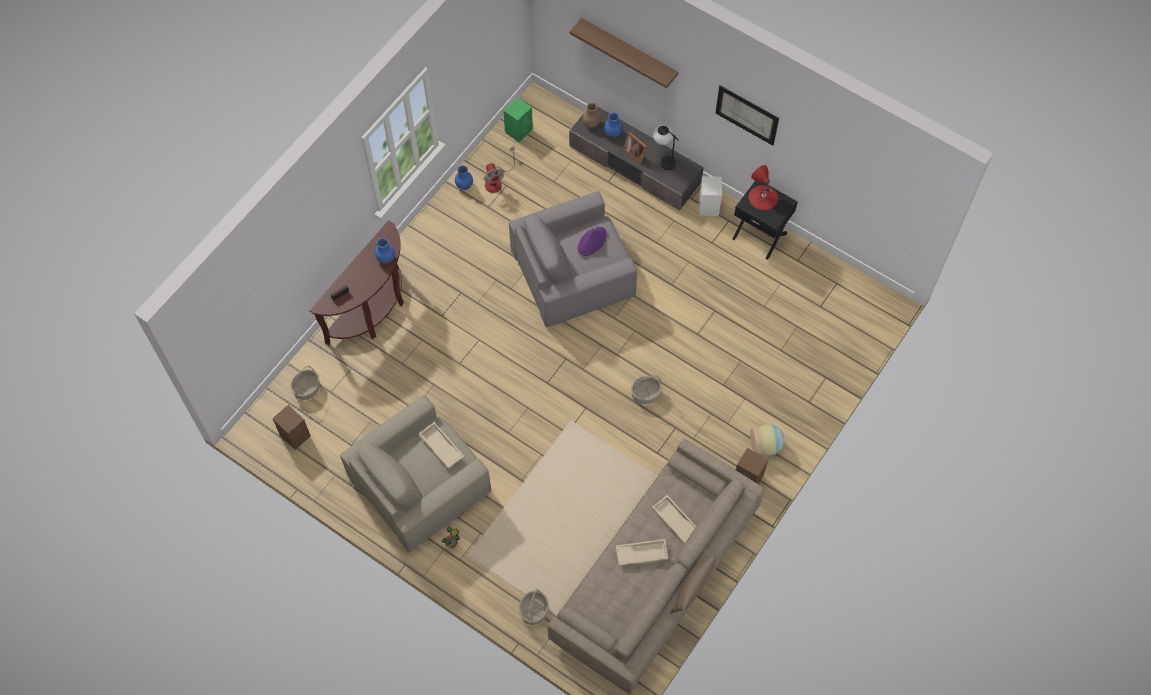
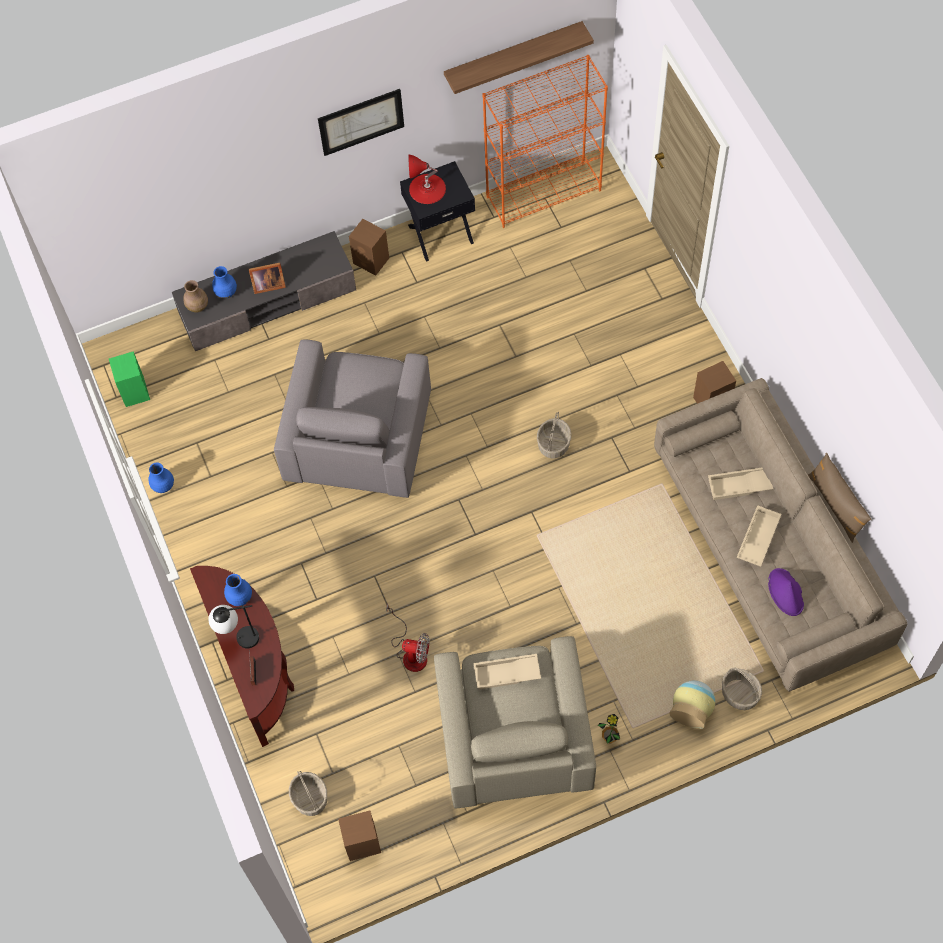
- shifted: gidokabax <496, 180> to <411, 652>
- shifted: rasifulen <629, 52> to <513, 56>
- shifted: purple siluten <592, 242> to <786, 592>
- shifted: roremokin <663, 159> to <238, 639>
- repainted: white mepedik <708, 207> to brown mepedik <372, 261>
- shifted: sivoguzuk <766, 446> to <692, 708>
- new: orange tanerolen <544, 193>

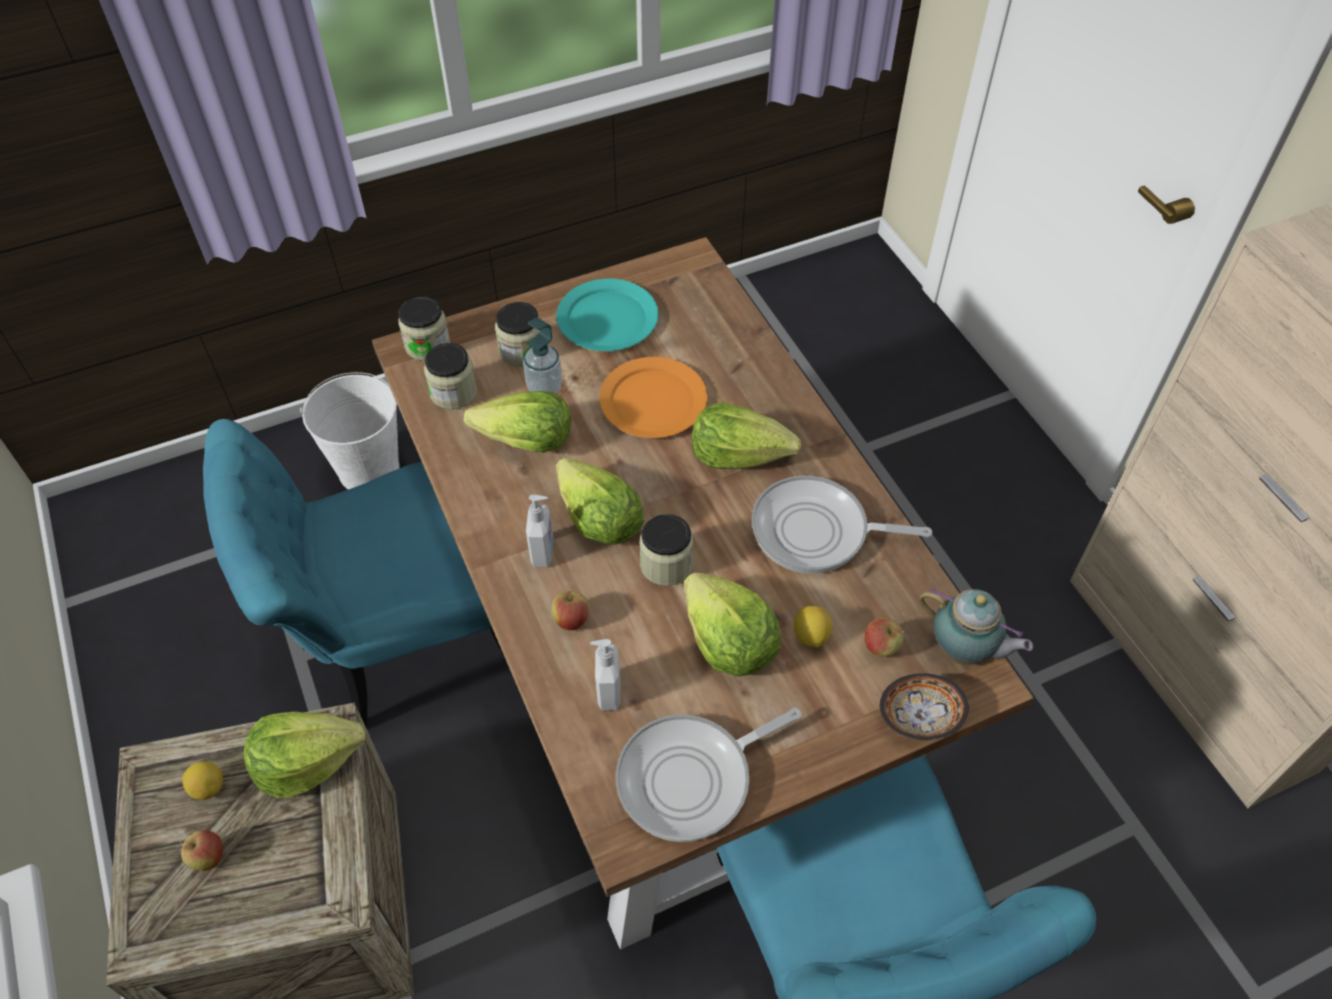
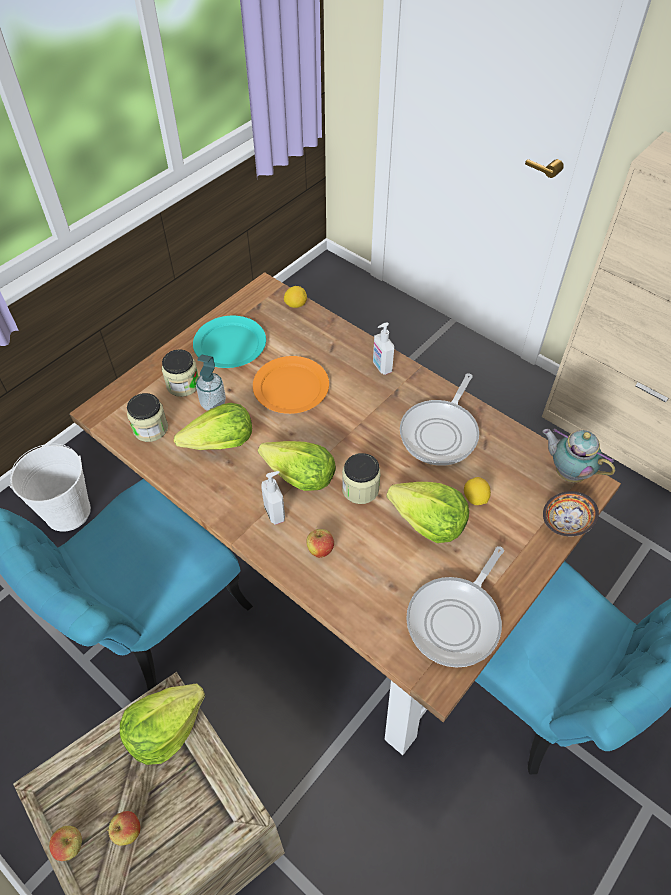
- shifted: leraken <208, 787> to <295, 305>
- gone: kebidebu <427, 345>
- shifted: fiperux <607, 692> to <381, 367>
- gone: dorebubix <739, 454>
- rotated: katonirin <817, 532> = <441, 432> 45 degrees counterclockwise
- shifted: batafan <880, 648> to <71, 846>
- rotated: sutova <964, 652> = <568, 472> 150 degrees counterclockwise

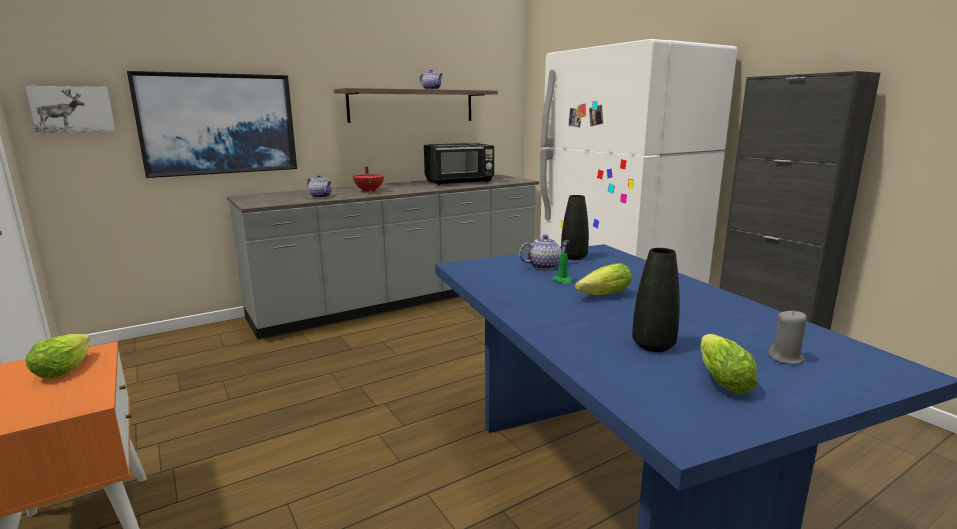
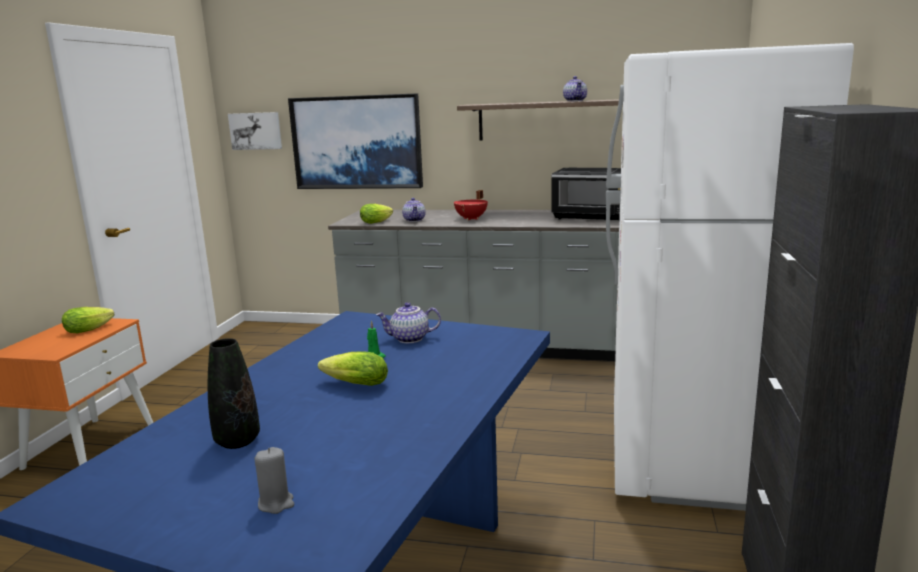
- rotated: sutova <544, 266> = <409, 339> 150 degrees clockwise
- gone: black sivoguzuk <574, 257>
- shifted: dorebubix <720, 378> to <378, 221>

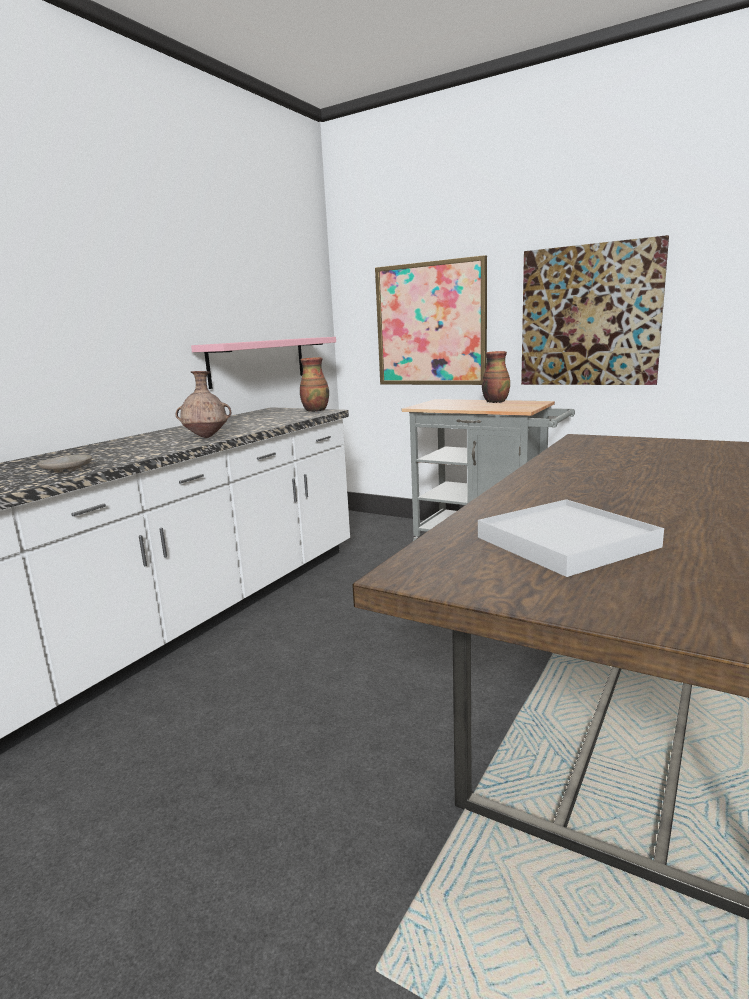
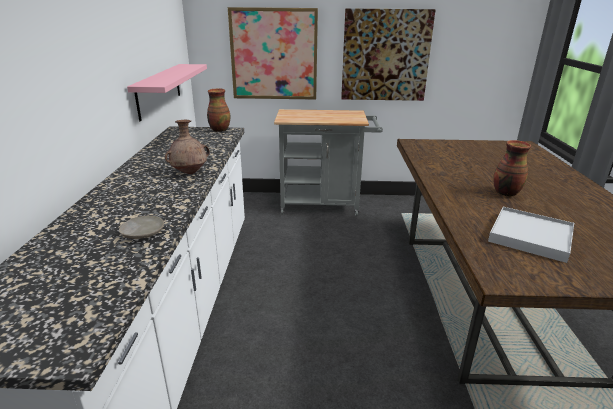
- shifted: sivoguzuk <495, 402> to <505, 193>

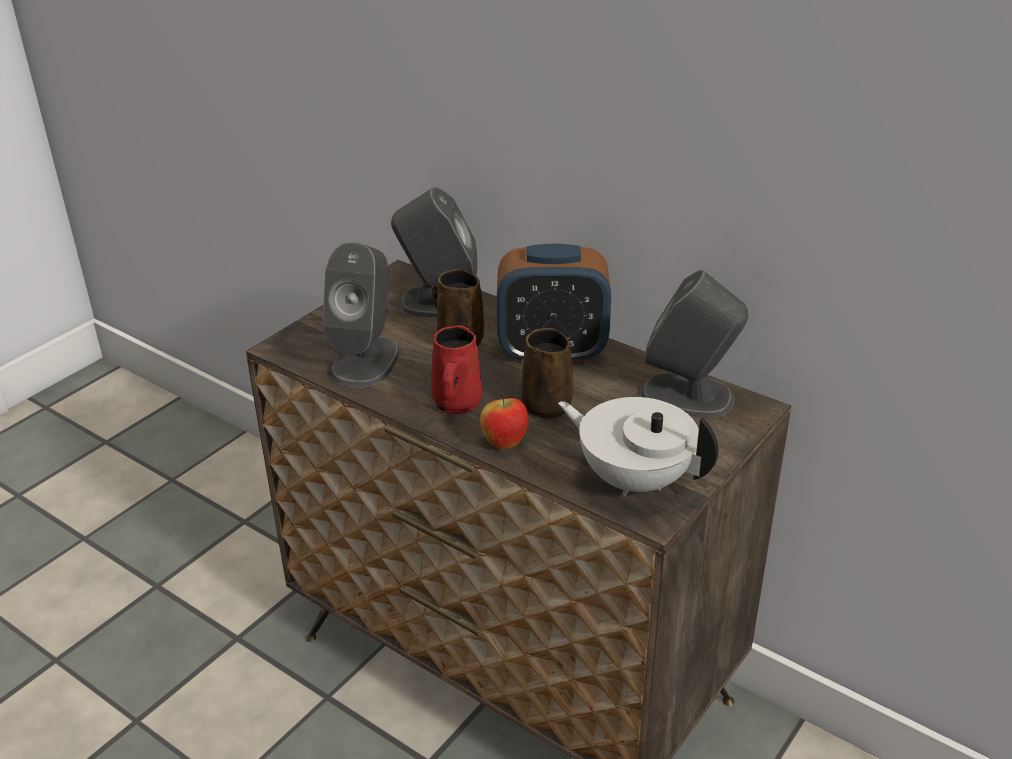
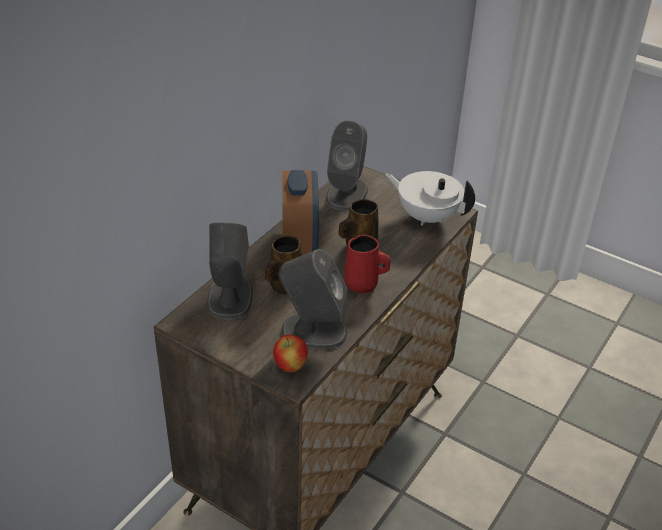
- shifted: batafan <505, 443> to <290, 366>
- rotated: white sutova <634, 479> = <427, 216> 90 degrees clockwise

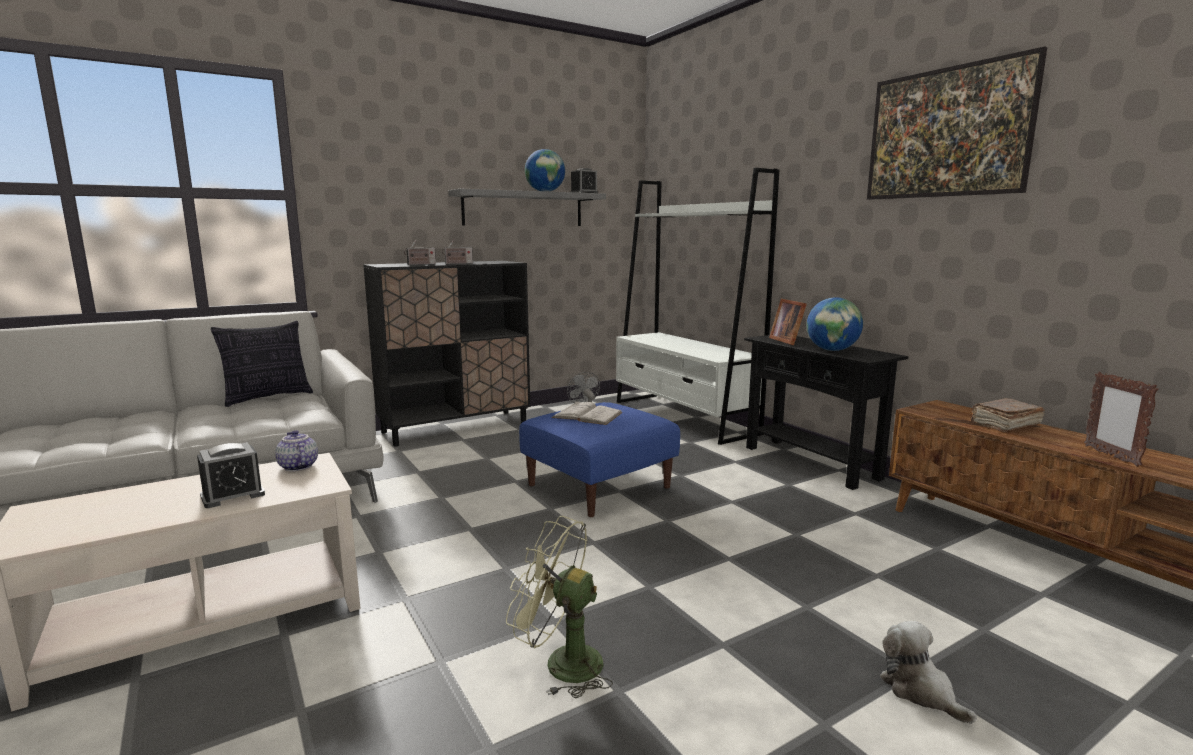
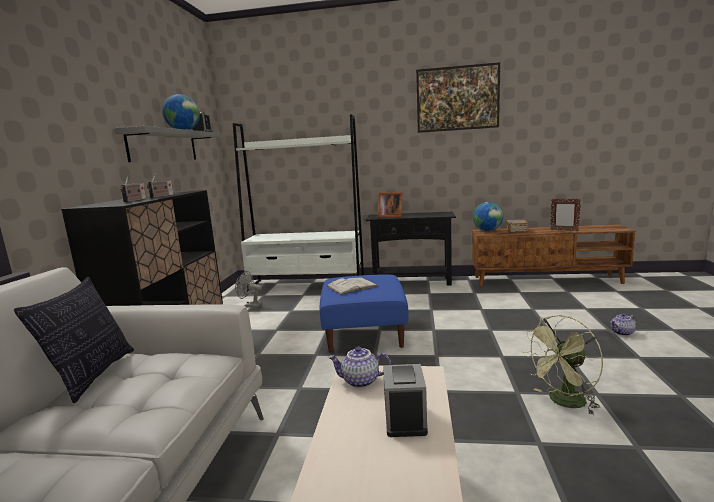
- shifted: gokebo <832, 350> to <487, 230>
- swapped: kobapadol <920, 691> to sutova <622, 333>

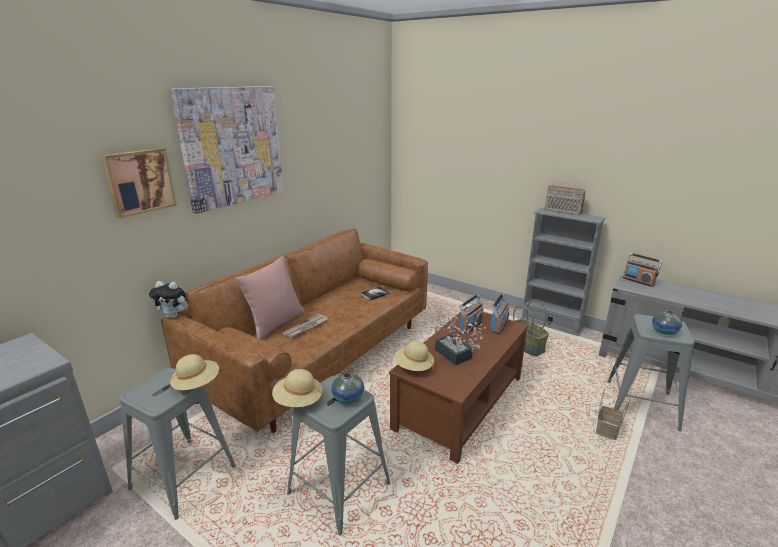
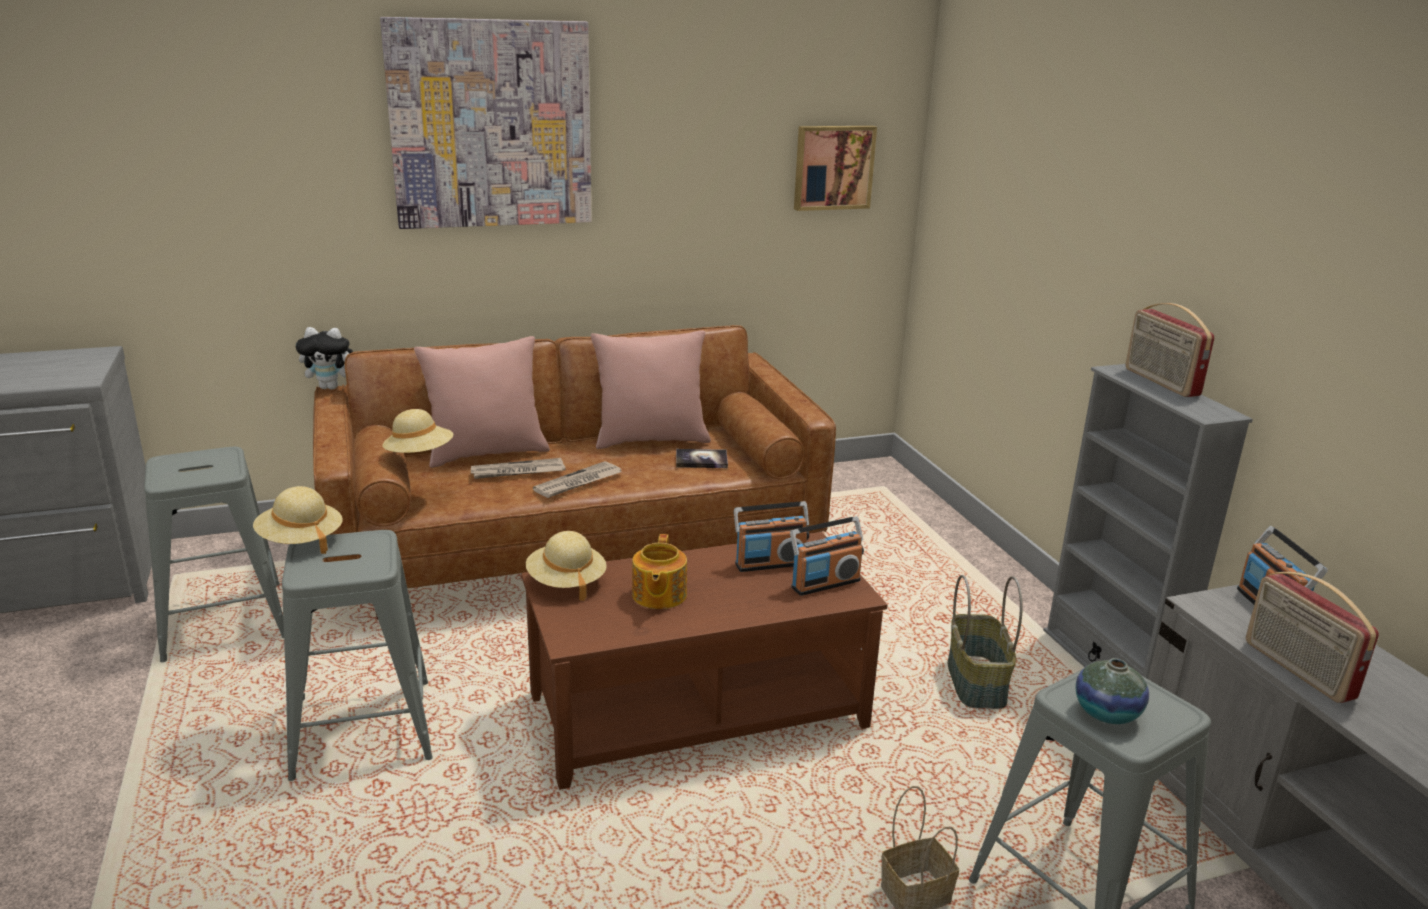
- shifted: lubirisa <139, 181> to <833, 167>
- rotated: kobapadol <174, 316> = <331, 387> 45 degrees counterclockwise
- shifted: beige siluten <197, 384> to <419, 455>
- gone: sivoguzuk <348, 398>
- swapped: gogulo <455, 356> to sutova <658, 595>
- new: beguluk <578, 483>
- new: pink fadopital <651, 439>
- new: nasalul <1296, 670>

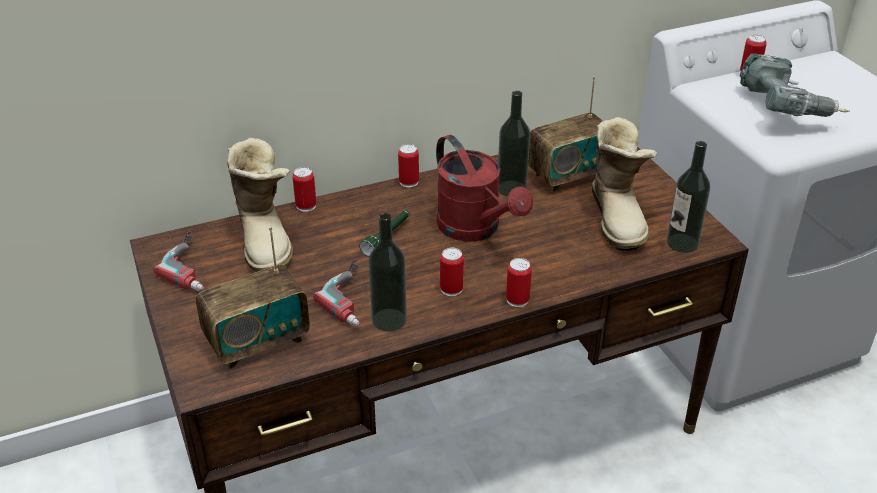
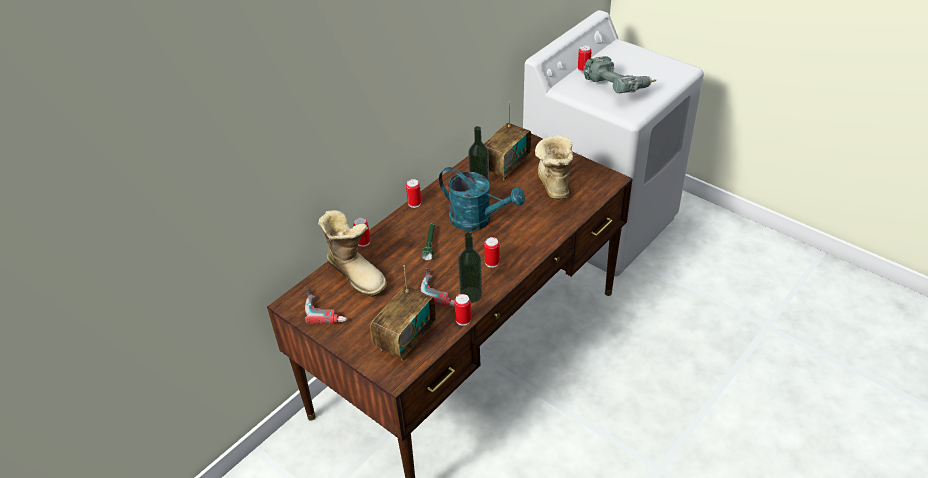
- repainted: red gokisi <476, 229> to turquoise gokisi <478, 220>
- shifted: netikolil <517, 300> to <463, 320>
- rotated: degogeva <619, 217> = <552, 183> 150 degrees counterclockwise
- gone: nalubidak <682, 243>

